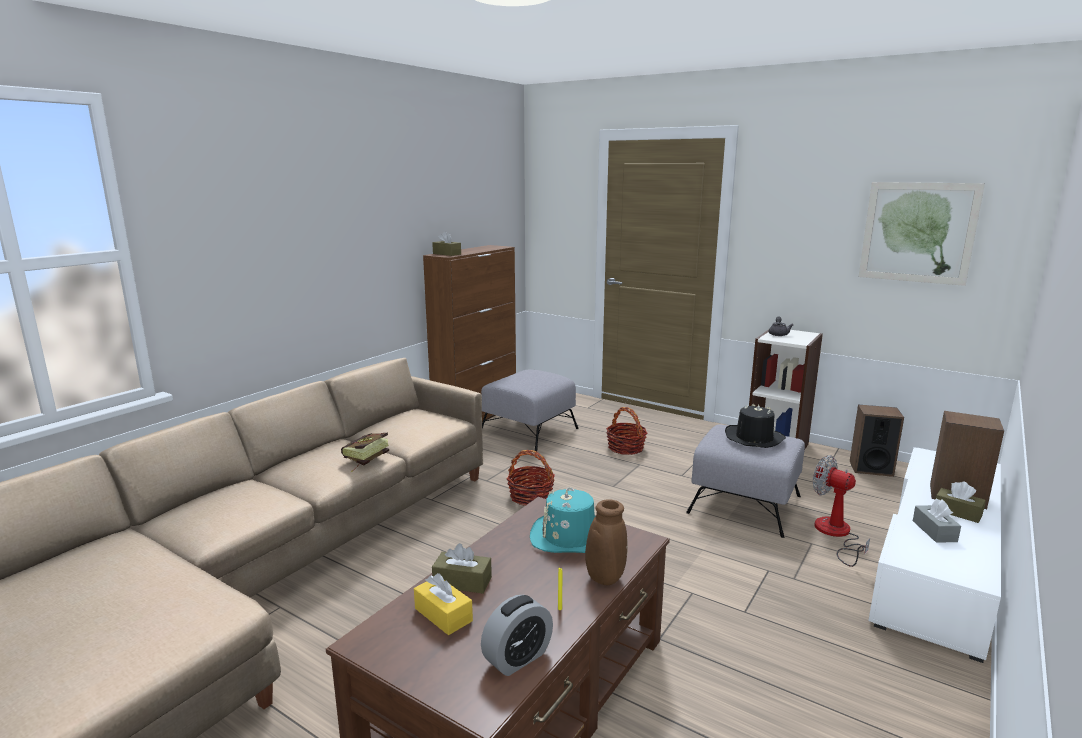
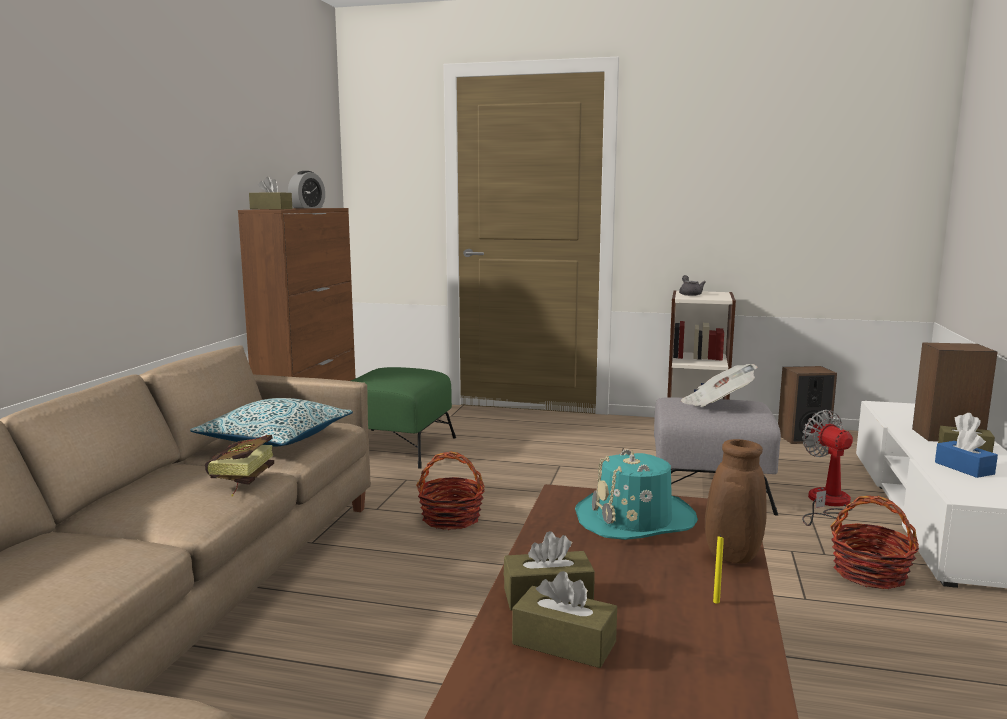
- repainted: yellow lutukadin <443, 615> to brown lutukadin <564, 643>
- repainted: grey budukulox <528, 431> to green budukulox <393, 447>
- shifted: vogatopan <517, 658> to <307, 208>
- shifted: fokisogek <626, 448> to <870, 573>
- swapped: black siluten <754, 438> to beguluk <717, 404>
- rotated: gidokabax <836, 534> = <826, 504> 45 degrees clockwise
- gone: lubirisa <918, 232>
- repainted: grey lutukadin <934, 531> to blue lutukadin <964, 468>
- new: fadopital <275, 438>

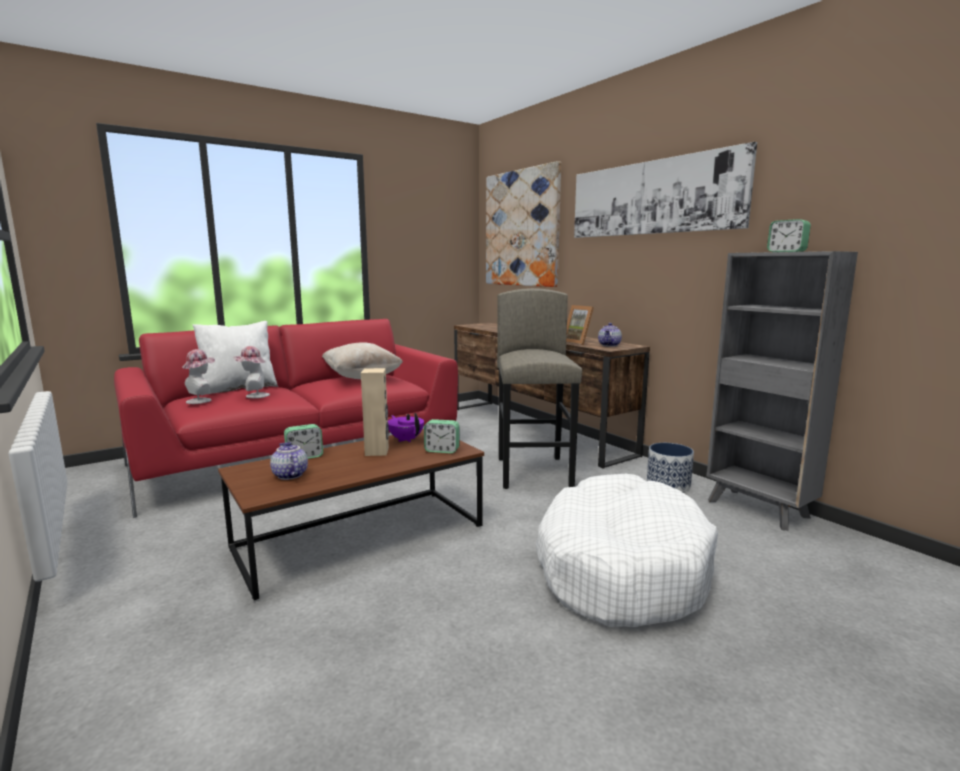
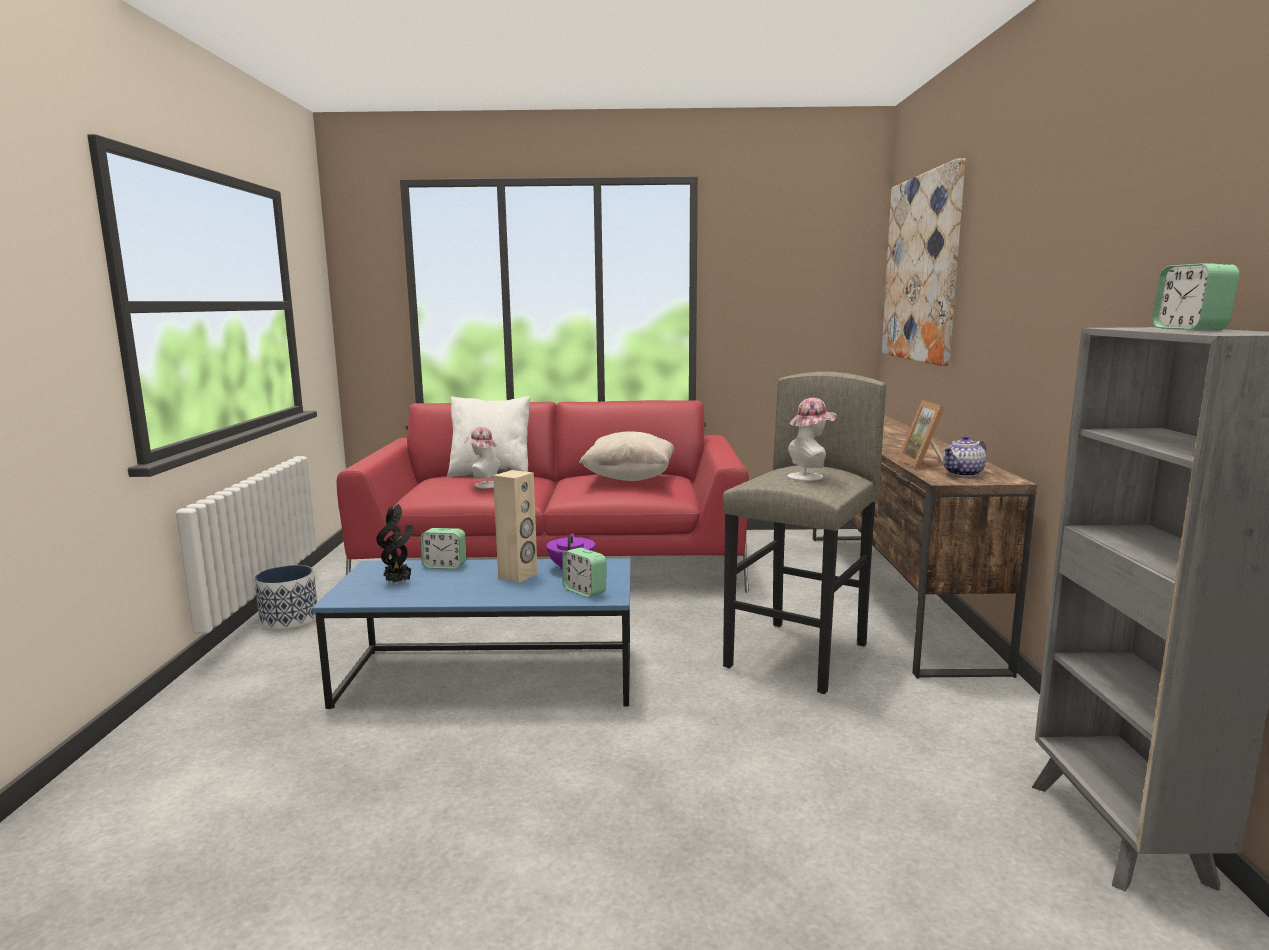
- shifted: siluten <202, 400> to <809, 476>
- repainted: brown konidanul <360, 538> to blue konidanul <489, 678>
- swapped: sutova <289, 475> to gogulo <399, 583>
- gone: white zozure <620, 568>
- gone: lubirisa <652, 197>
- shifted: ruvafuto <667, 485> to <289, 619>

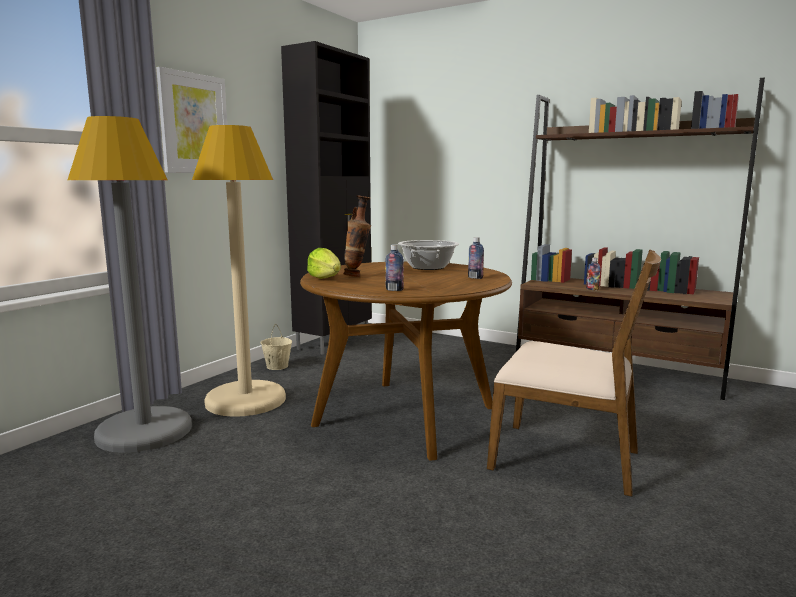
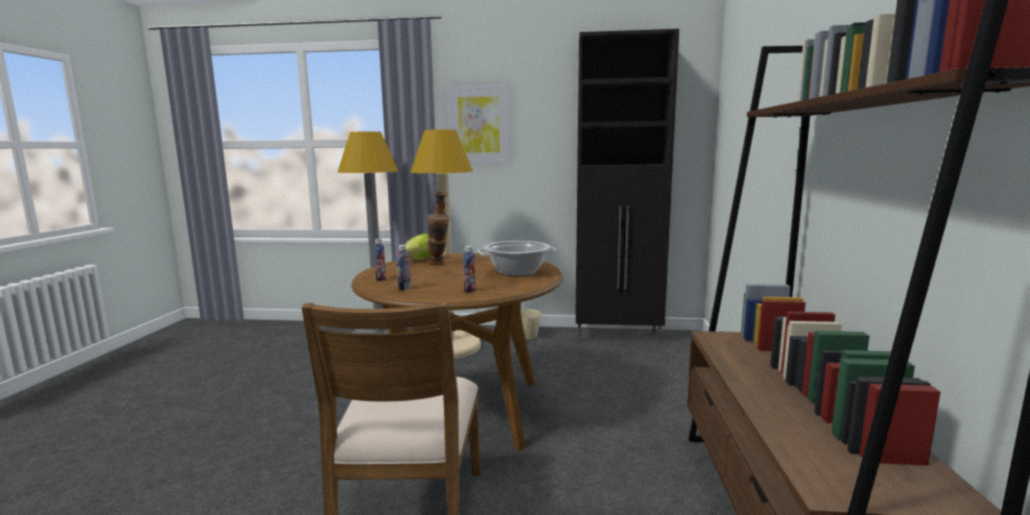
- shifted: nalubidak <592, 289> to <404, 288>

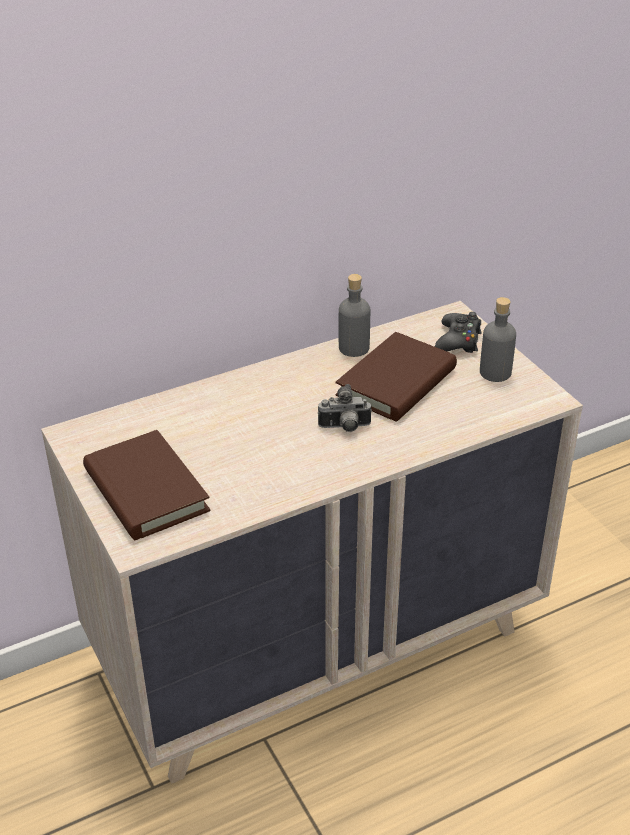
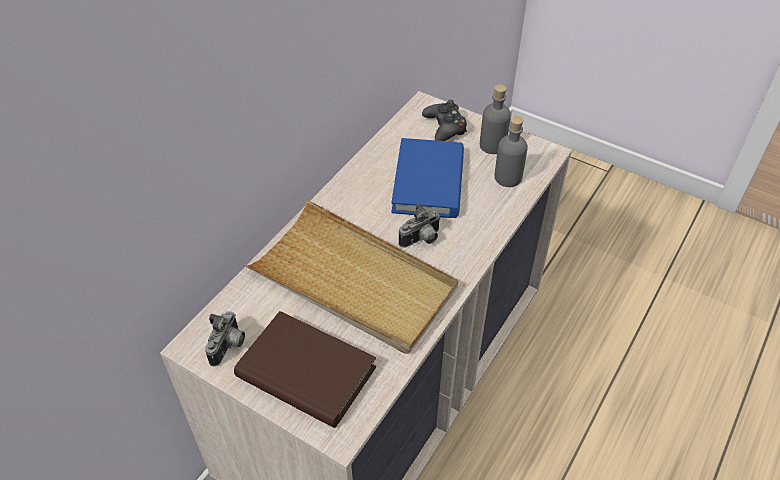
- repainted: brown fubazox <396, 382> to blue fubazox <428, 182>
- shifted: grey nalubidak <353, 348> to <508, 177>
- new: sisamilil <229, 347>
- new: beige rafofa <353, 281>

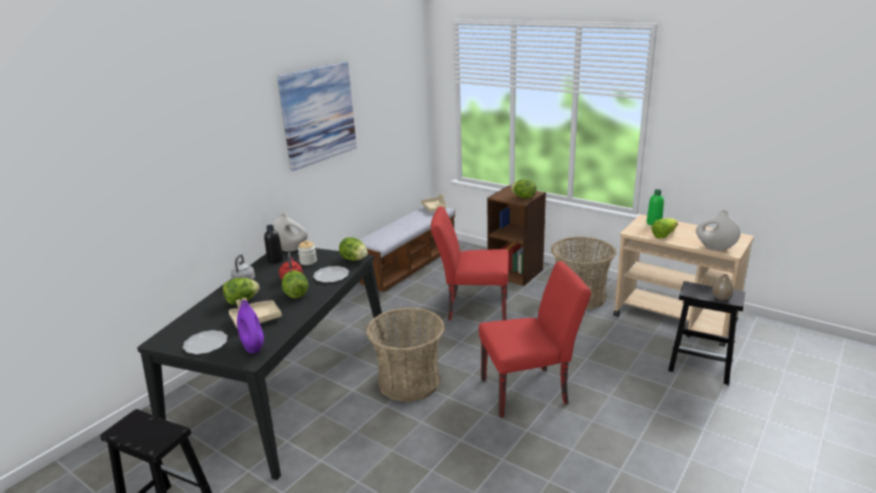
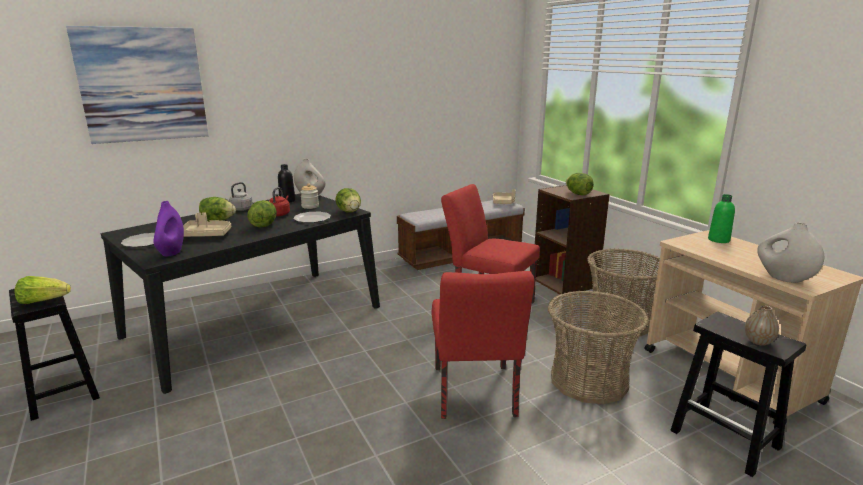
- shifted: lubirisa <318, 114> to <142, 85>
- shifted: fokisogek <409, 382> to <588, 381>
- rotated: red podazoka <530, 390> = <475, 396> 75 degrees clockwise
- shifted: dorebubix <663, 235> to <43, 301>

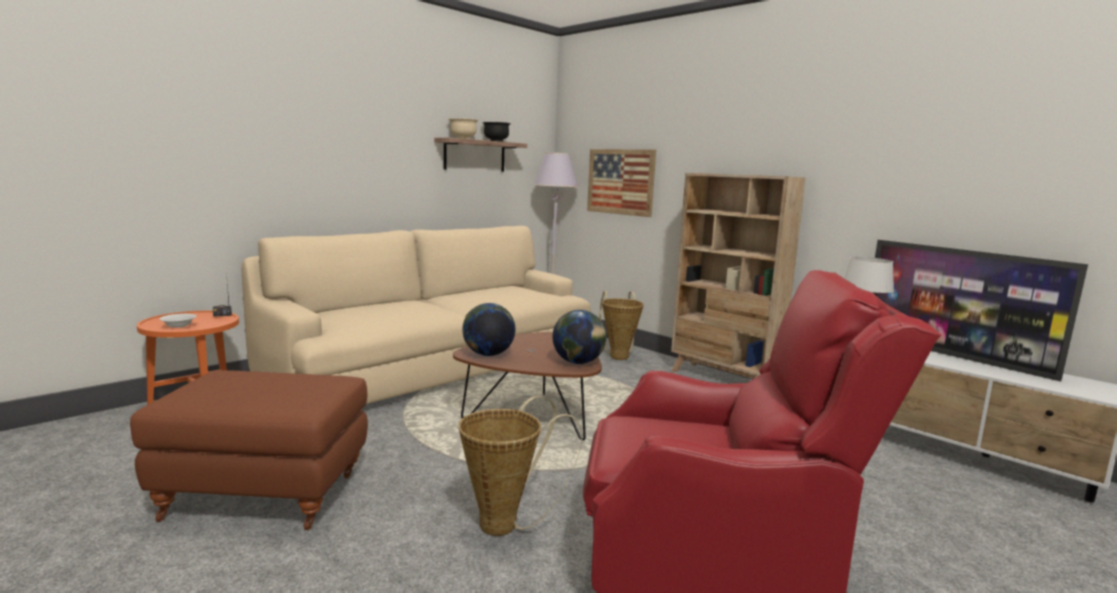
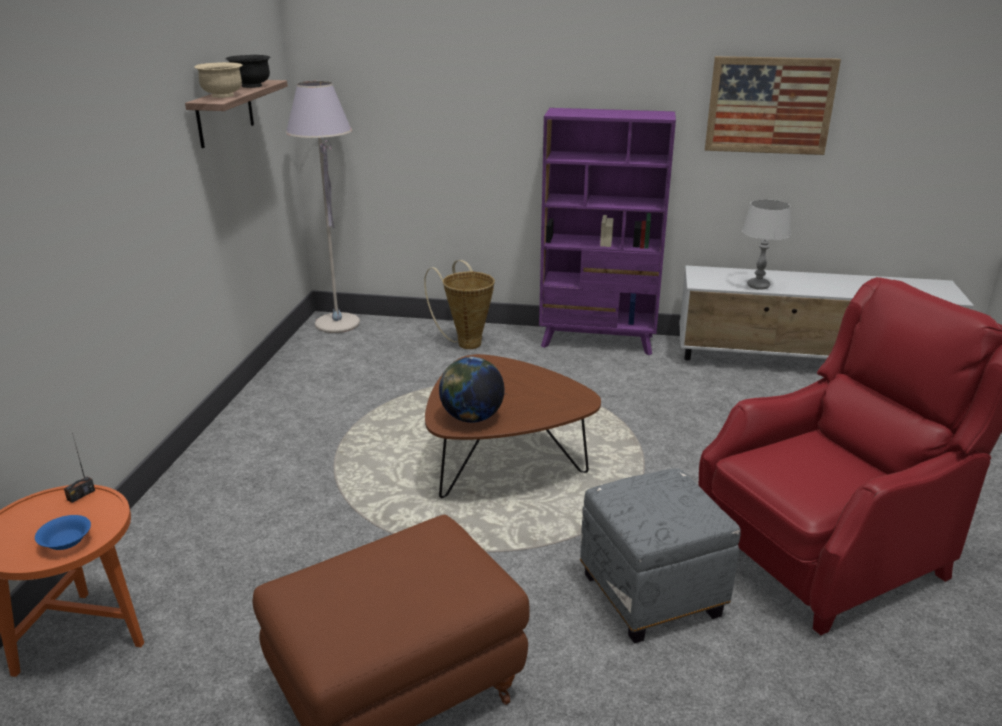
- repainted: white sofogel <179, 325> to blue sofogel <66, 541>
- gone: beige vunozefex <437, 366>
- swapped: fokisogek <507, 524> to grey budukulox <653, 595>
- gone: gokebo <578, 363>
- shifted: lubirisa <620, 182> to <770, 105>
- repainted: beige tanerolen <723, 379> to purple tanerolen <598, 341>
- gone: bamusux <953, 356>

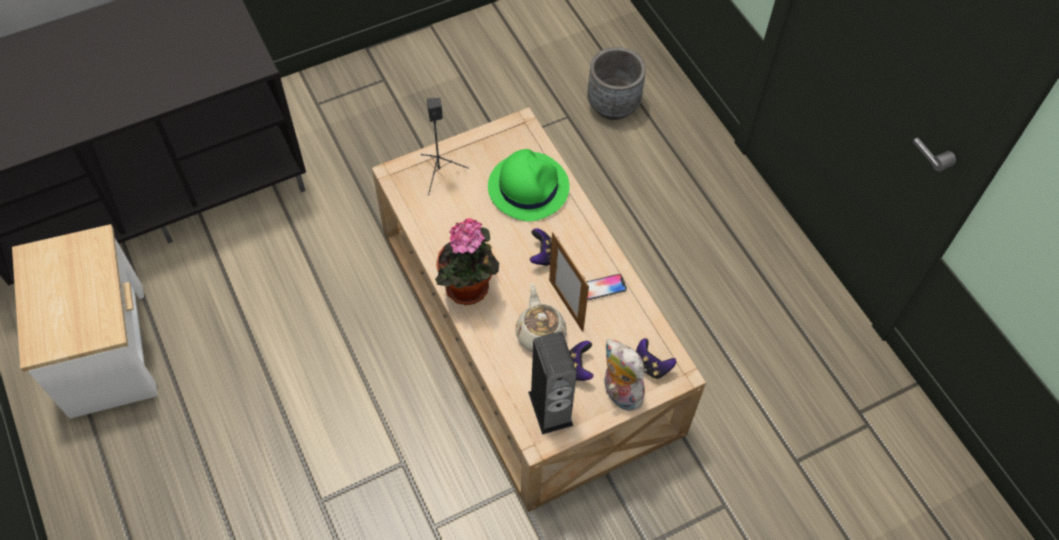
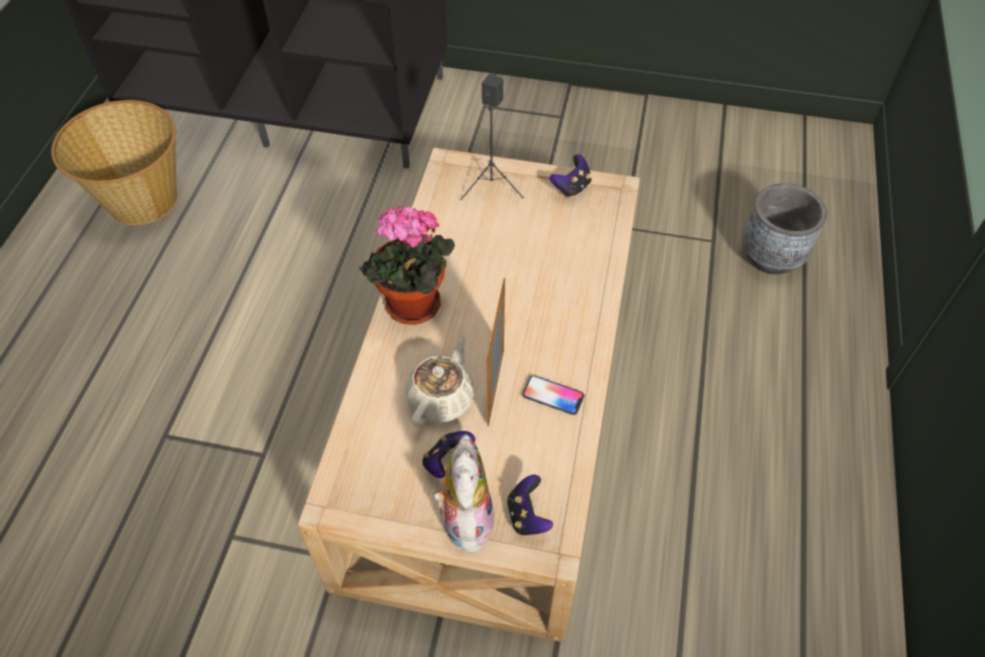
- swapped: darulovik <109, 349> to fokisogek <141, 200>
- gone: green siluten <528, 186>
- gone: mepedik <550, 408>
- shifted: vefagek <542, 255> to <572, 188>

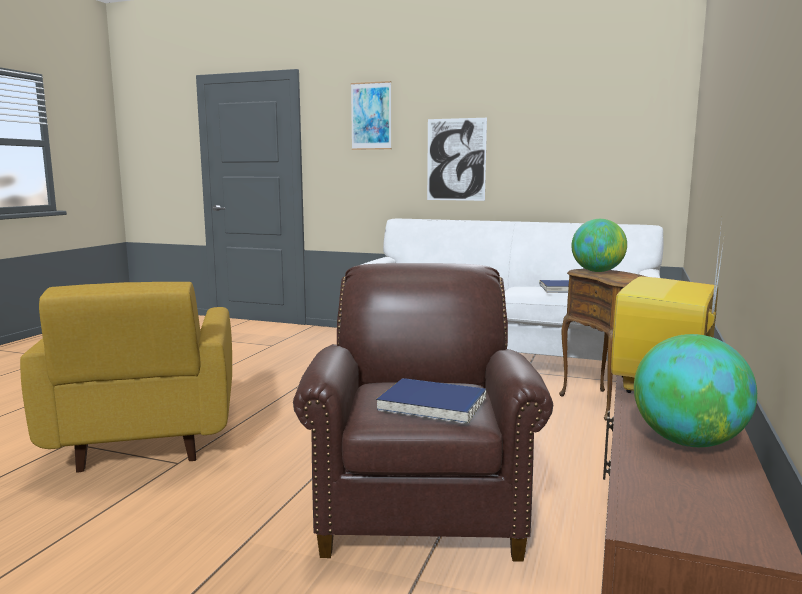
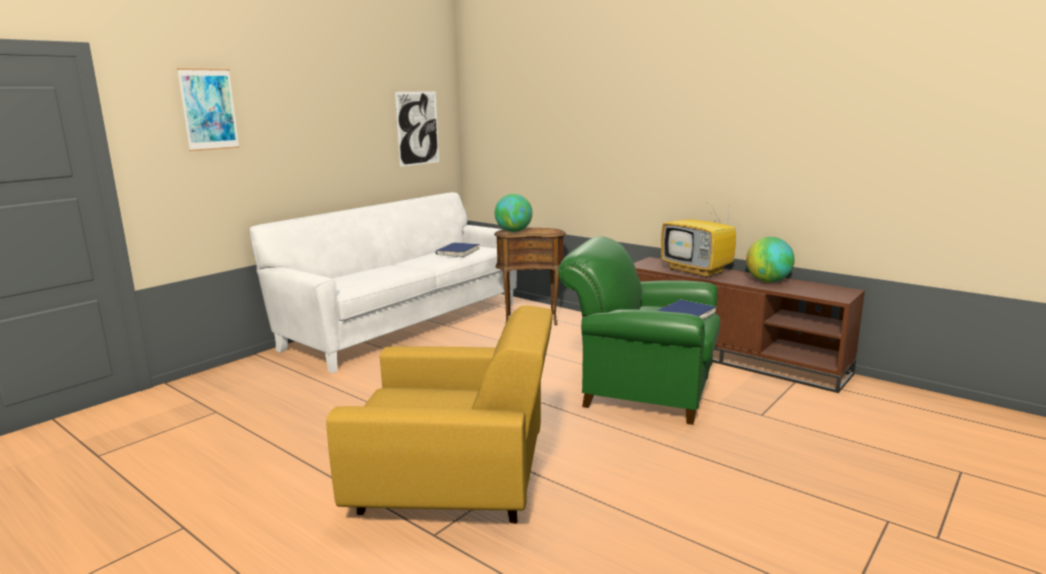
- repainted: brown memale <421, 503> to green memale <640, 390>
- shifted: lubirisa <456, 159> to <417, 128>

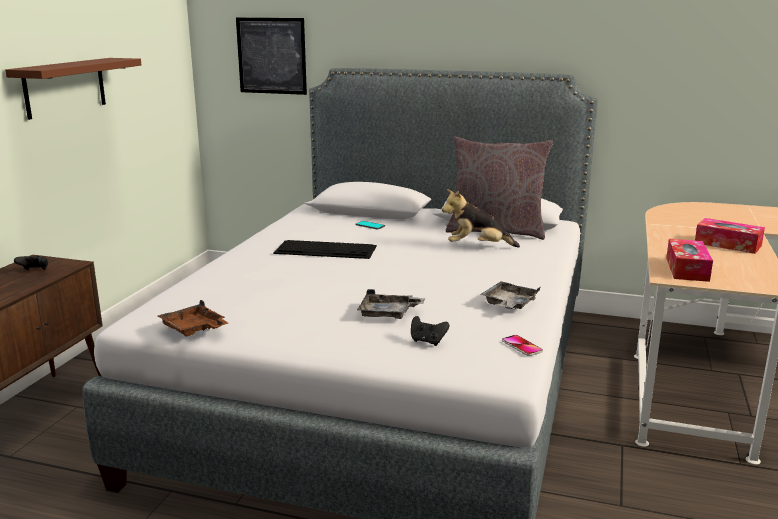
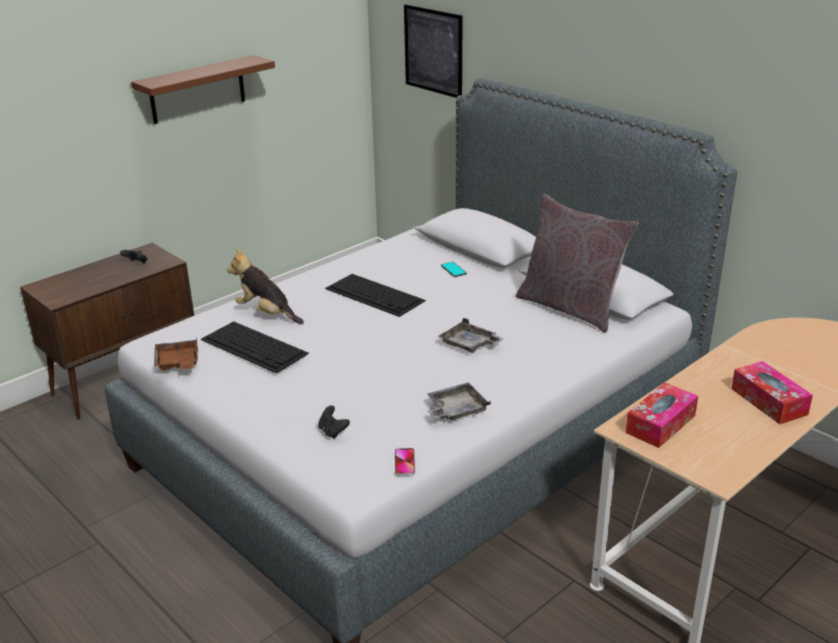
- shifted: grey rafofa <388, 314> to <469, 344>
- shifted: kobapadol <477, 247> to <266, 313>
- new: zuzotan <255, 346>

